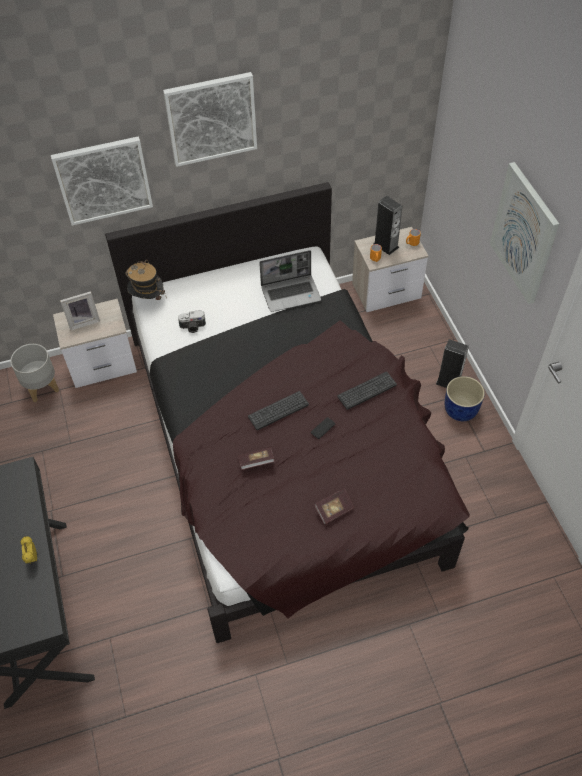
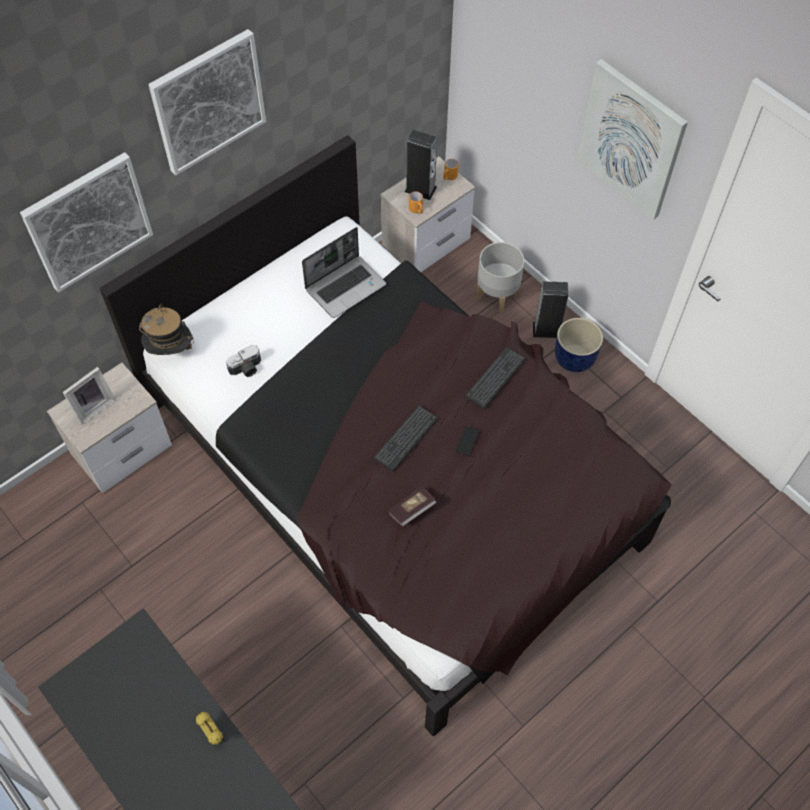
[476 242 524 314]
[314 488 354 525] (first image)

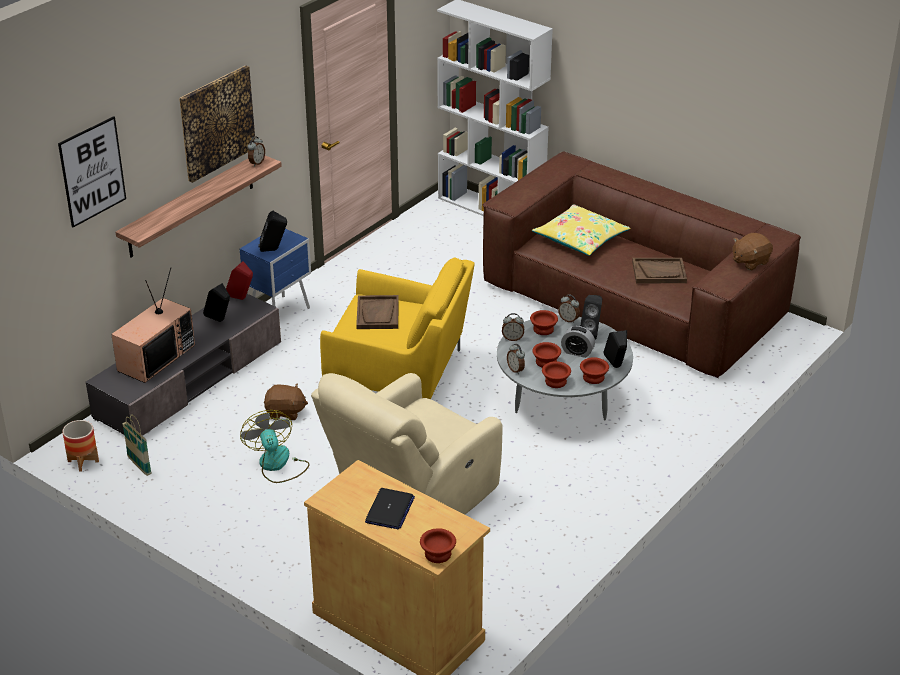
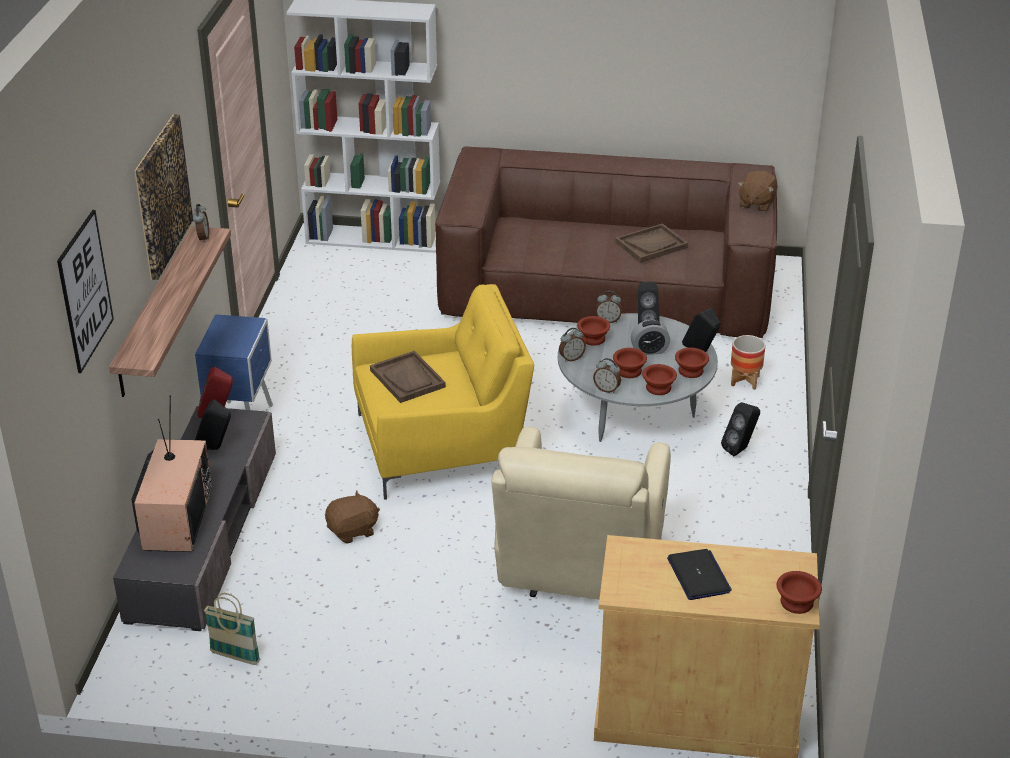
[731 335 765 390]
[240 410 310 483] (first image)
[721 402 760 456]
[532 205 631 256] (first image)

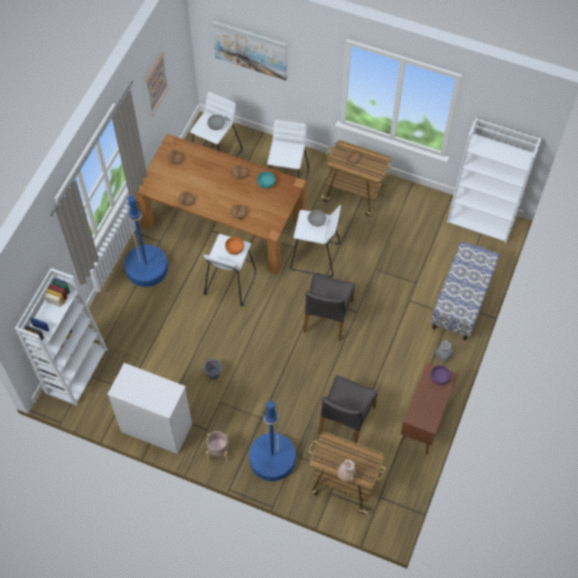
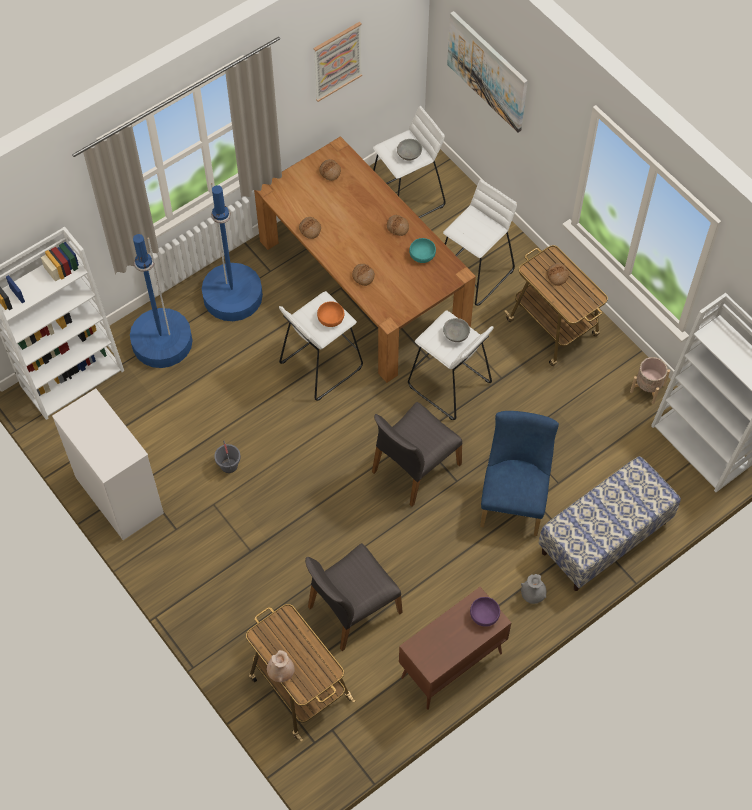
[630 357 670 404]
[130 234 193 368]
[480 411 559 536]

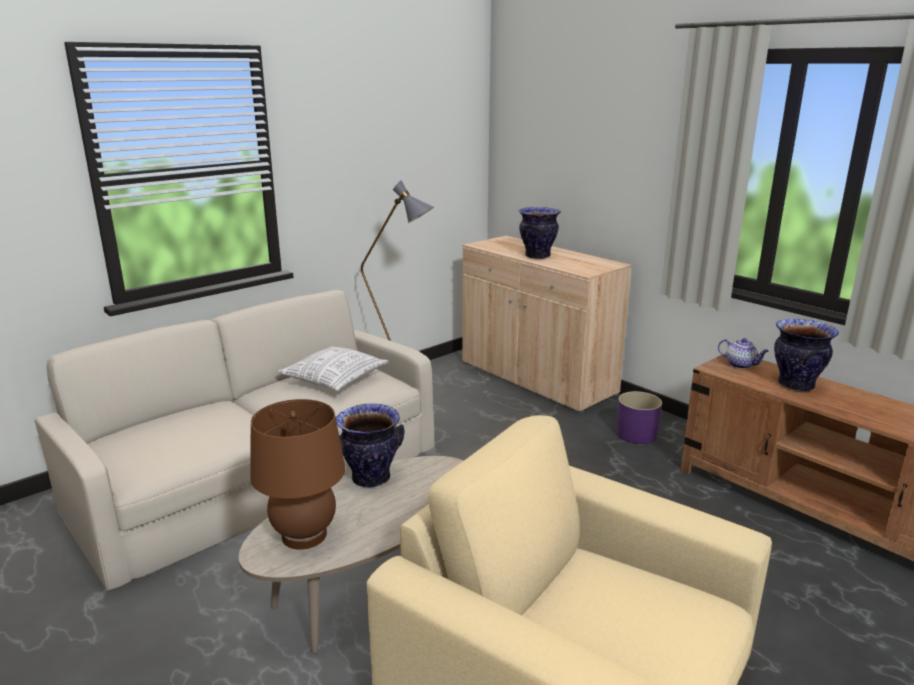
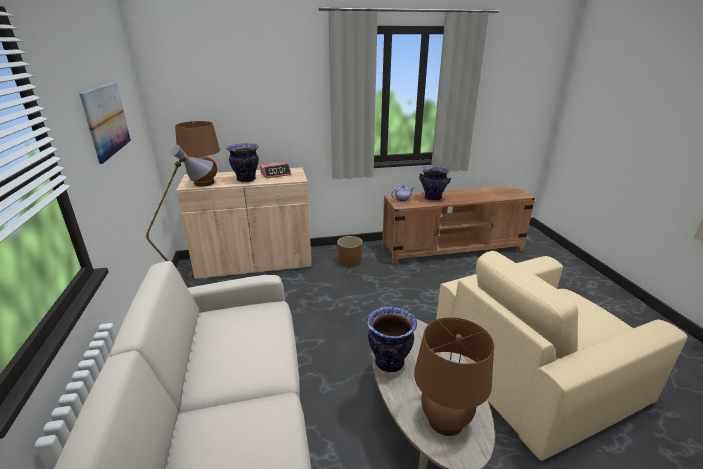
[278 346 389 391] (first image)
[337 236 362 267]
[79 82 131 164]
[175 121 220 187]
[260 162 291 179]

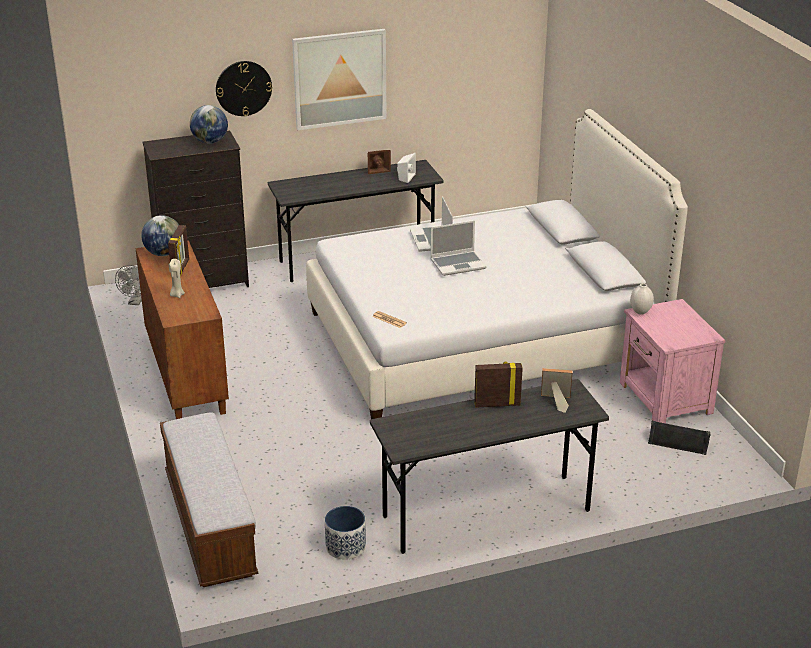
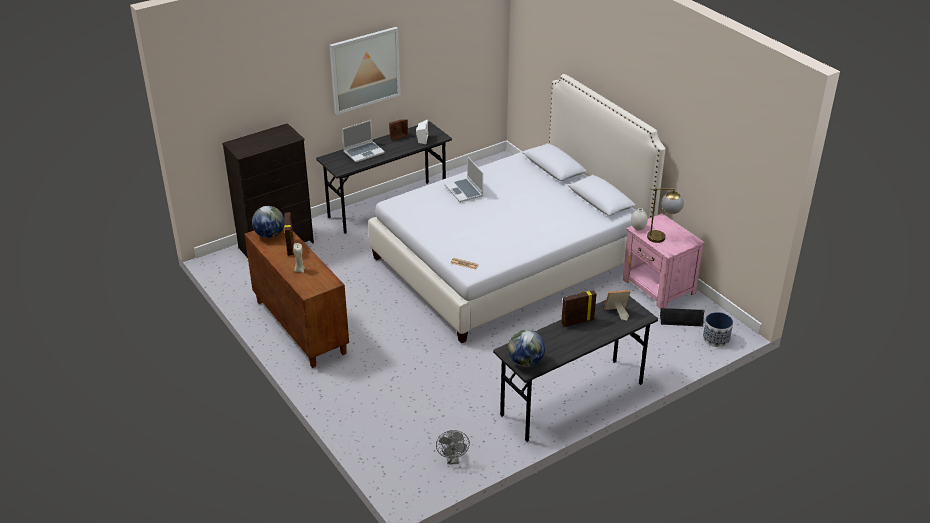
[436 430 470 464]
[160 412 258 587] (first image)
[508 330 545 367]
[216 61 272 116] (first image)
[703 312 733 347]
[342 120 385 162]
[647 188 684 243]

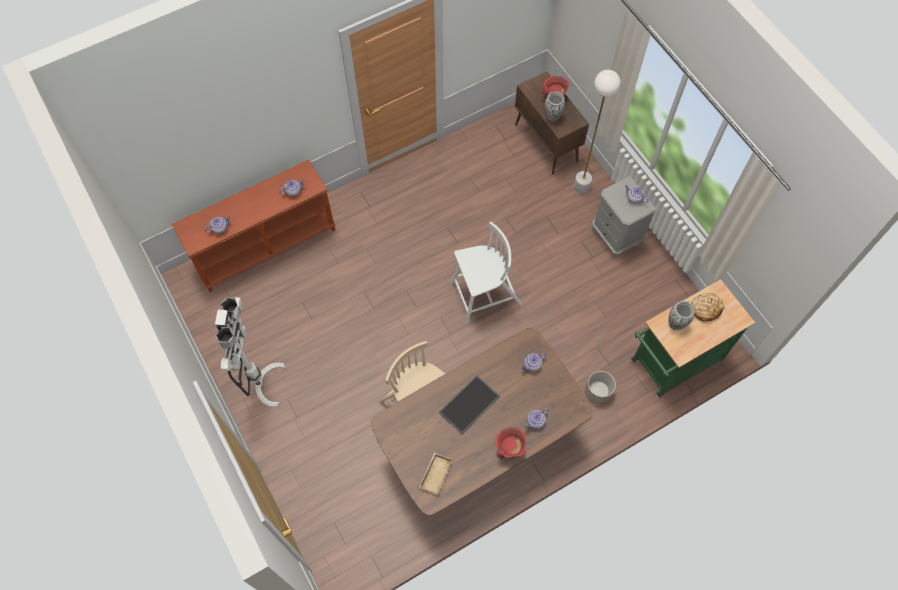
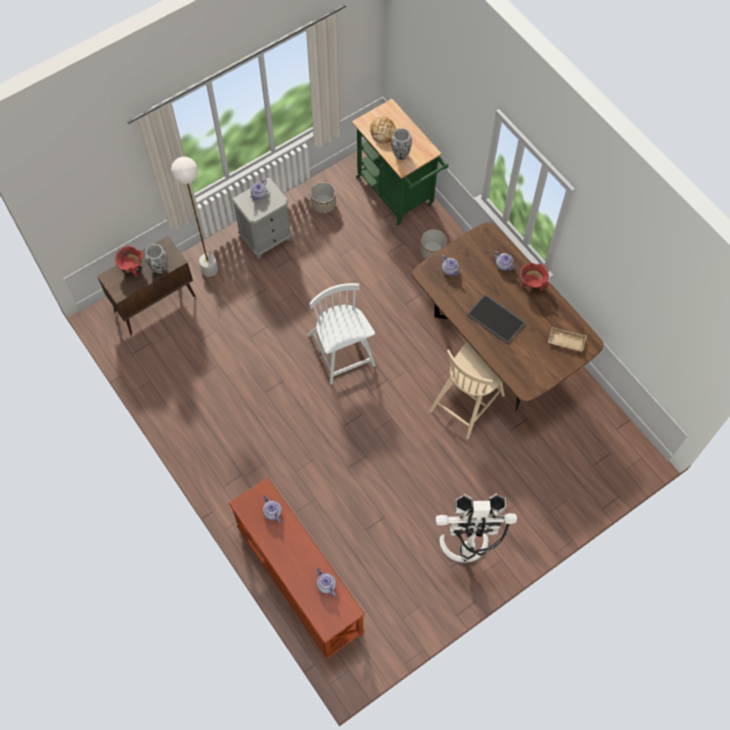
[310 182 336 214]

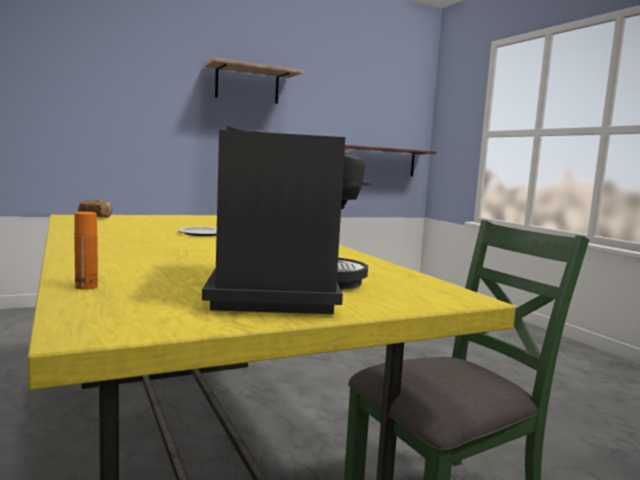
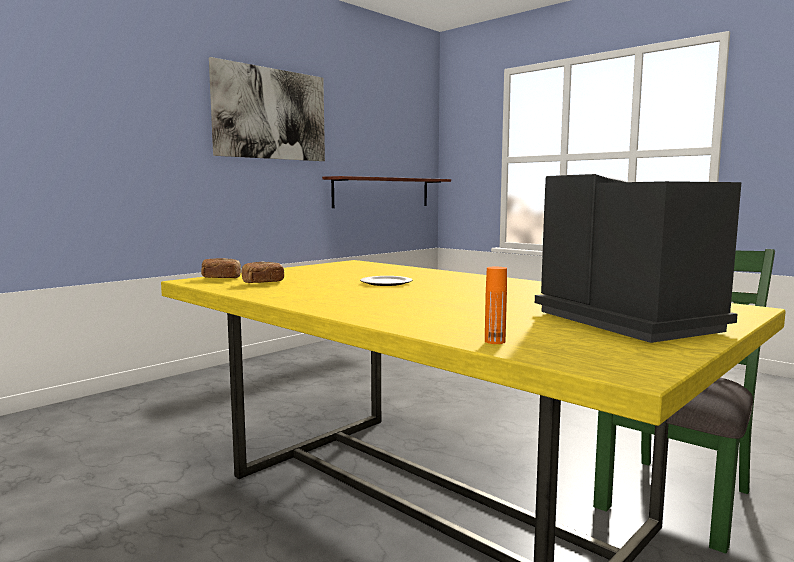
[209 57 325 161]
[241 261 284 283]

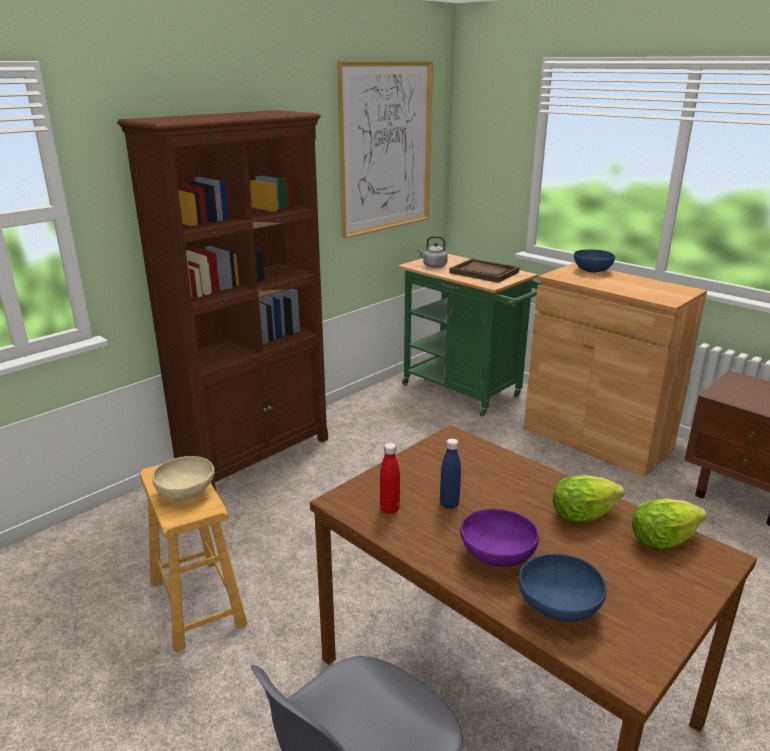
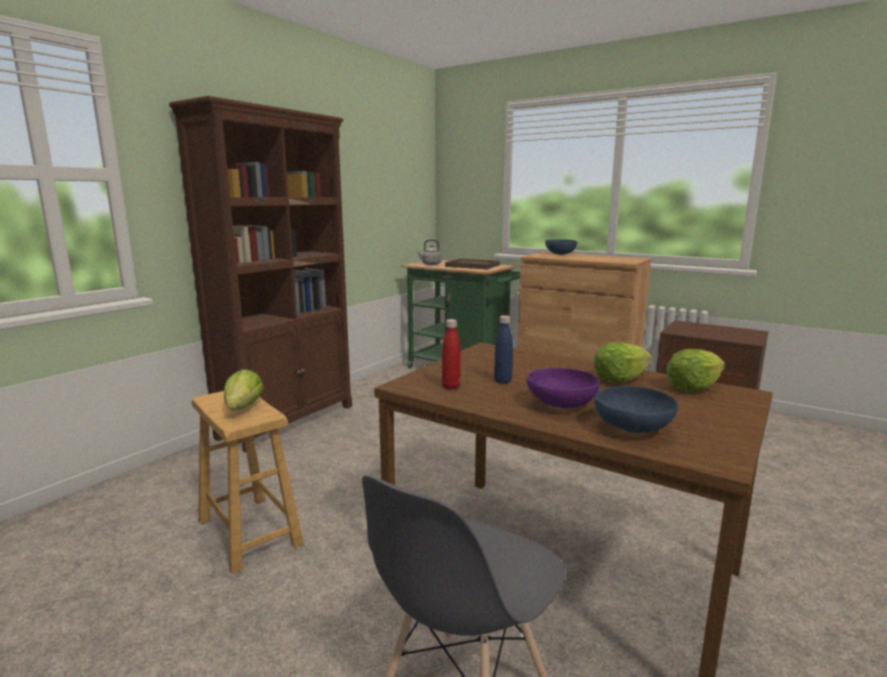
[224 369 264 410]
[337 61 433 238] (first image)

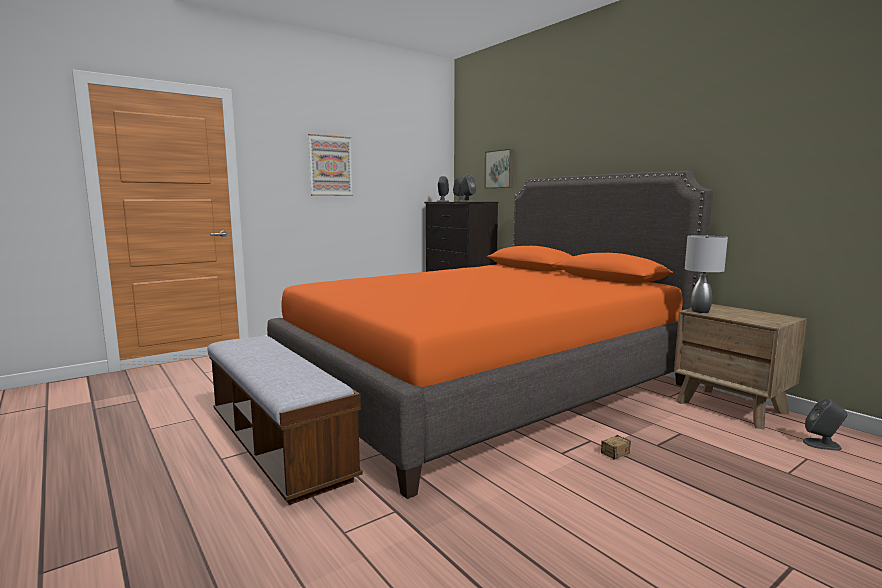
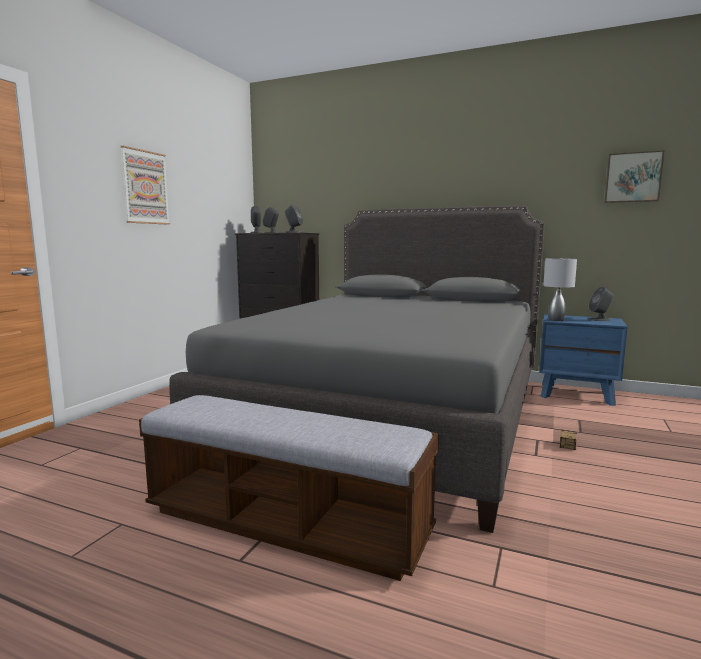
[169 206 545 533]
[604 150 664 203]
[539 314 628 406]
[588 287 613 321]

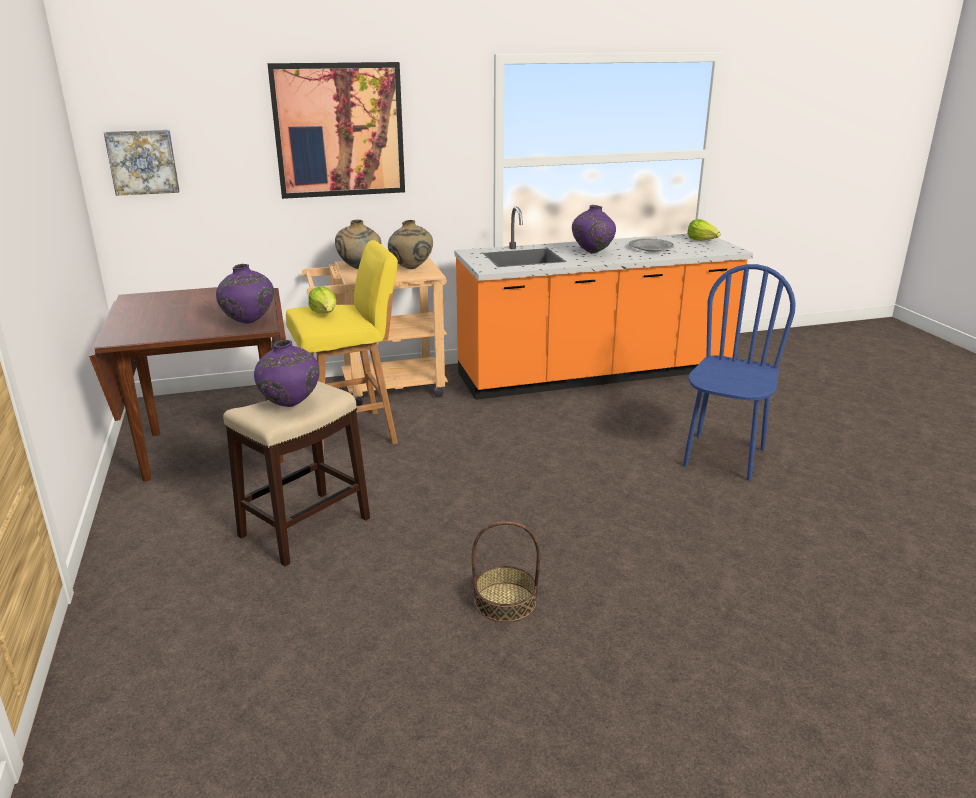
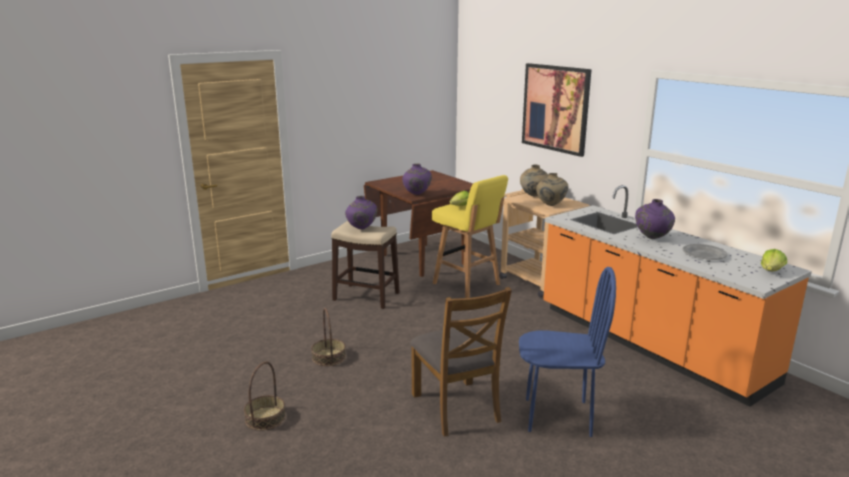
[104 130 179 196] (first image)
[244 361 286 431]
[410 287 512 437]

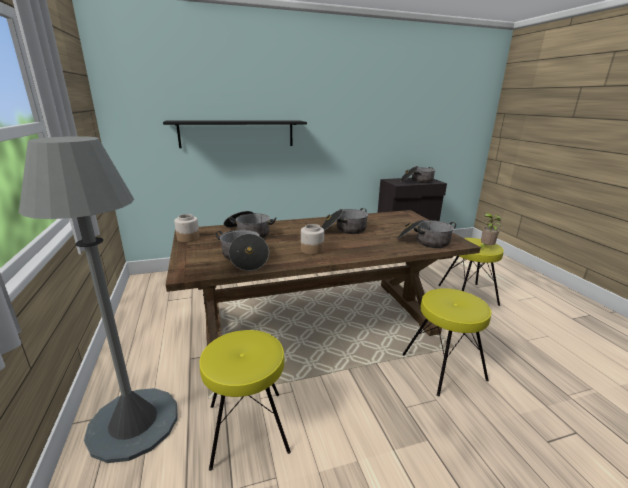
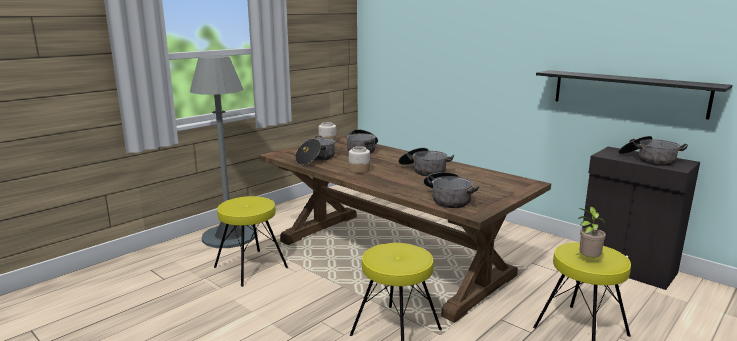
[536 70 733 120]

